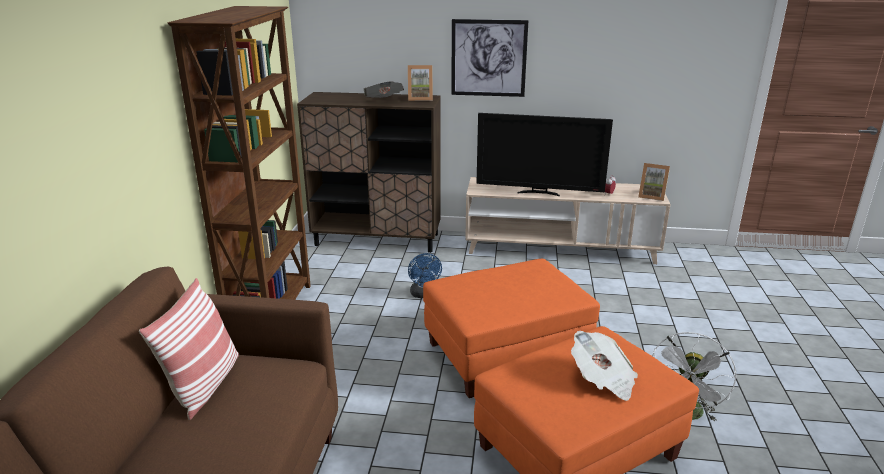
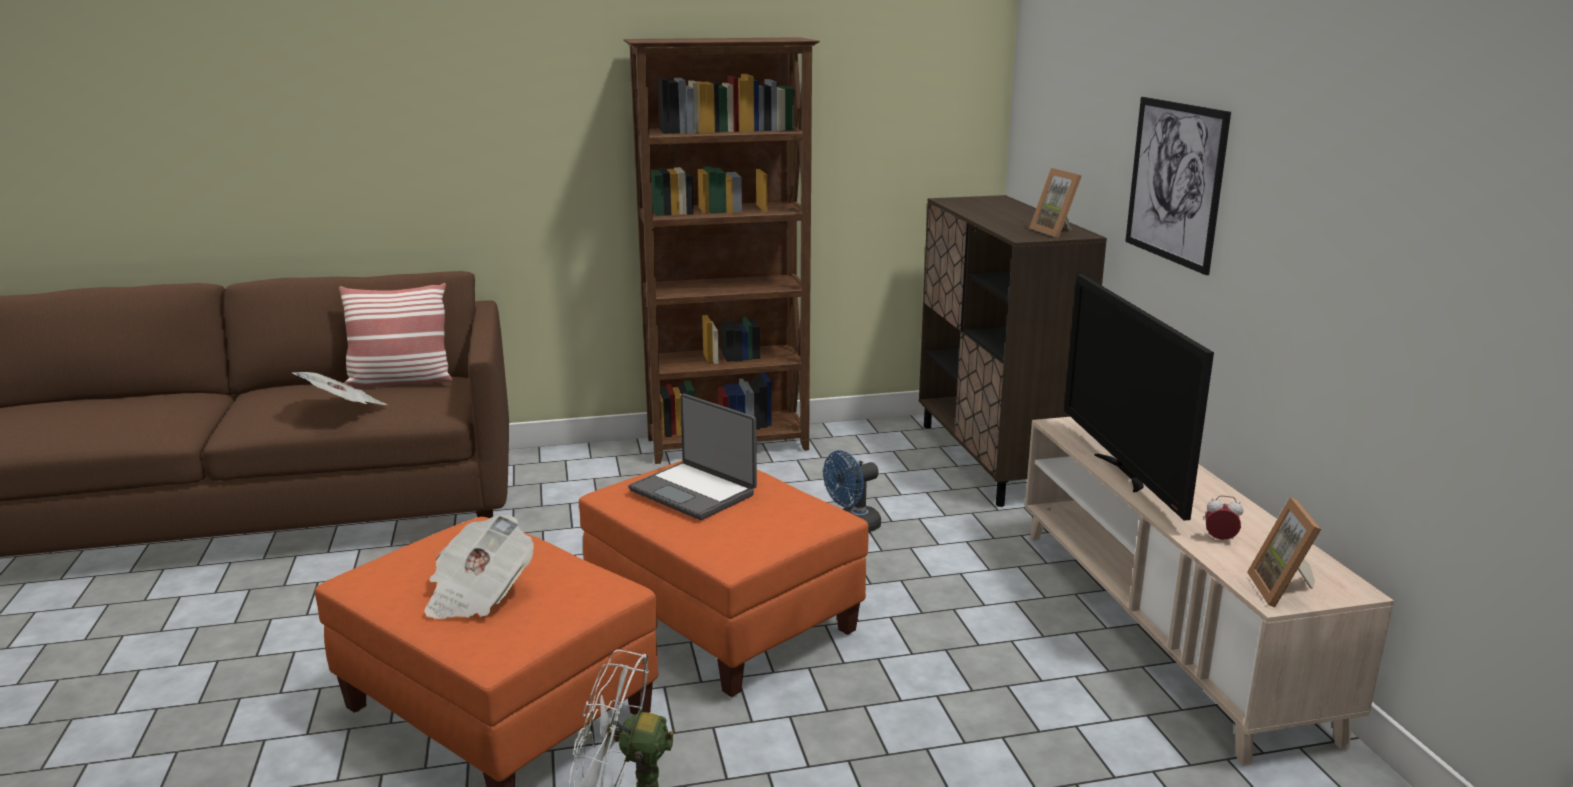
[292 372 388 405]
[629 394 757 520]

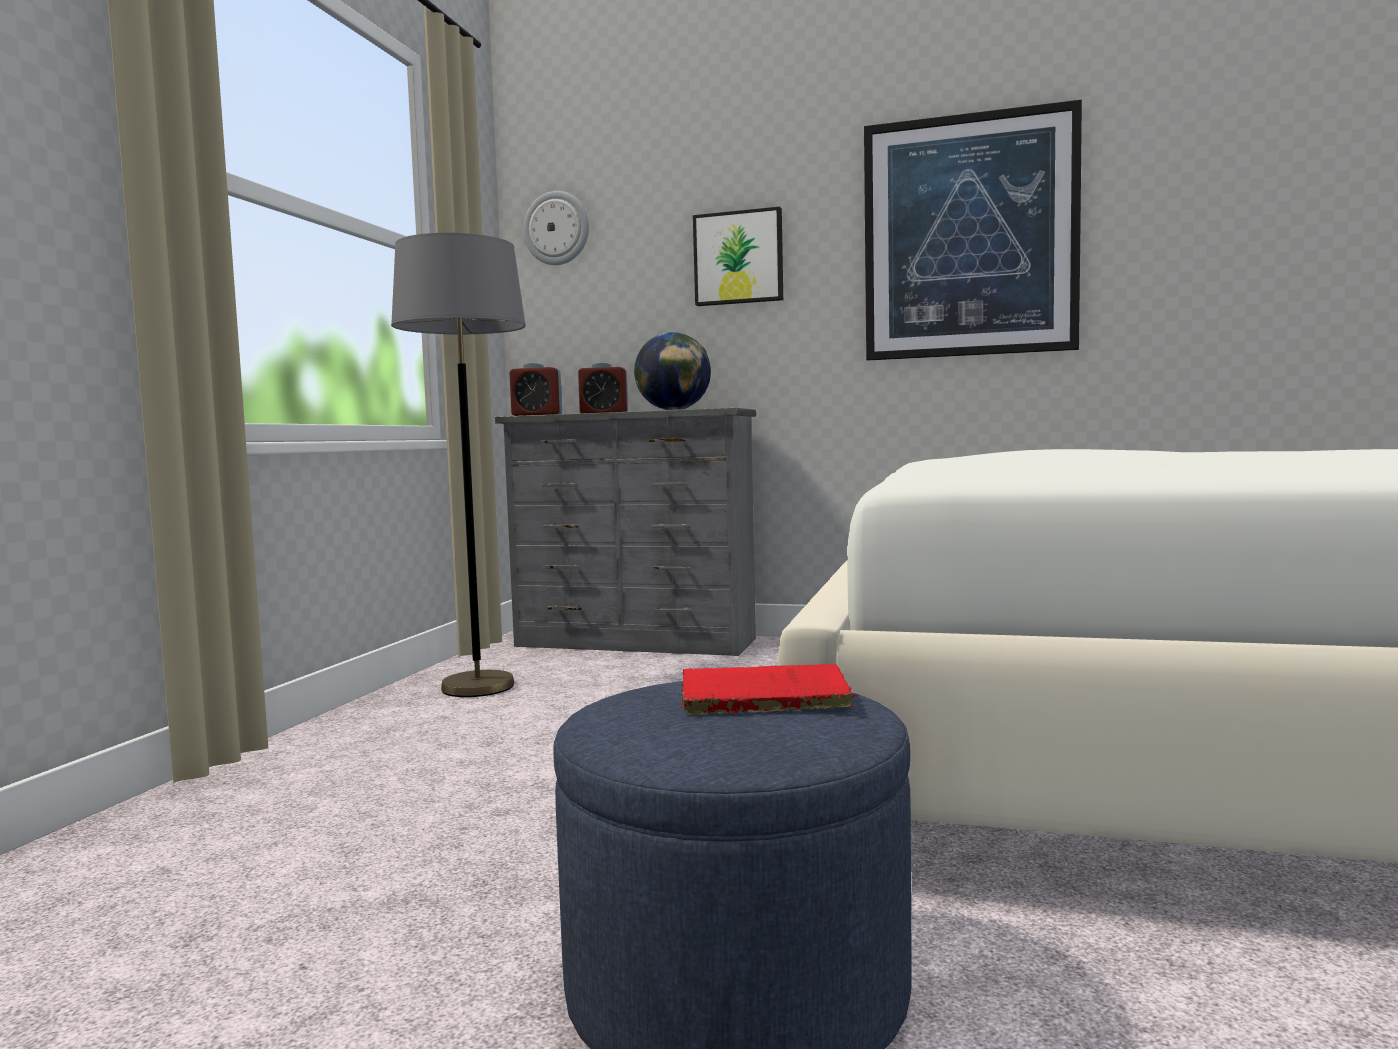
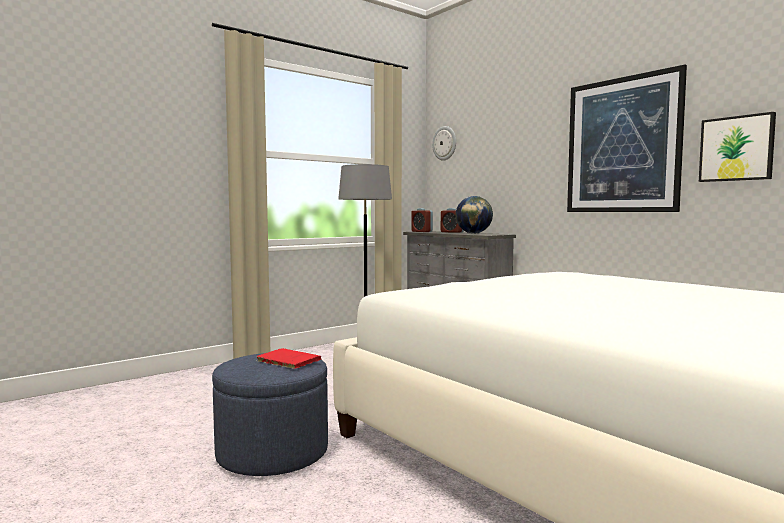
[699 112 776 182]

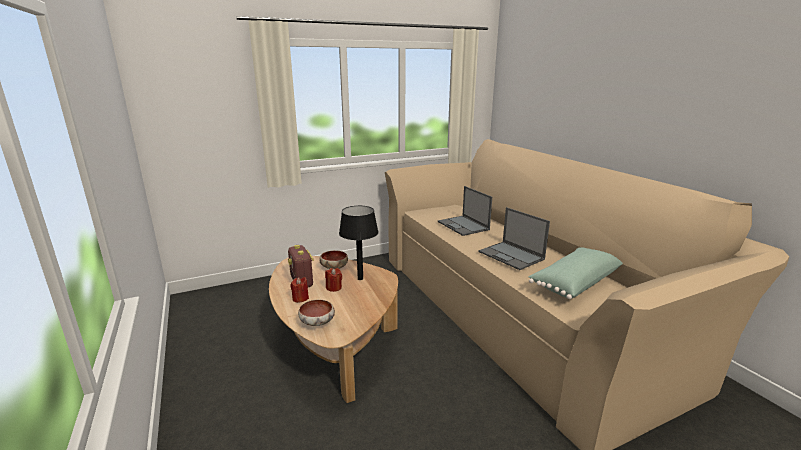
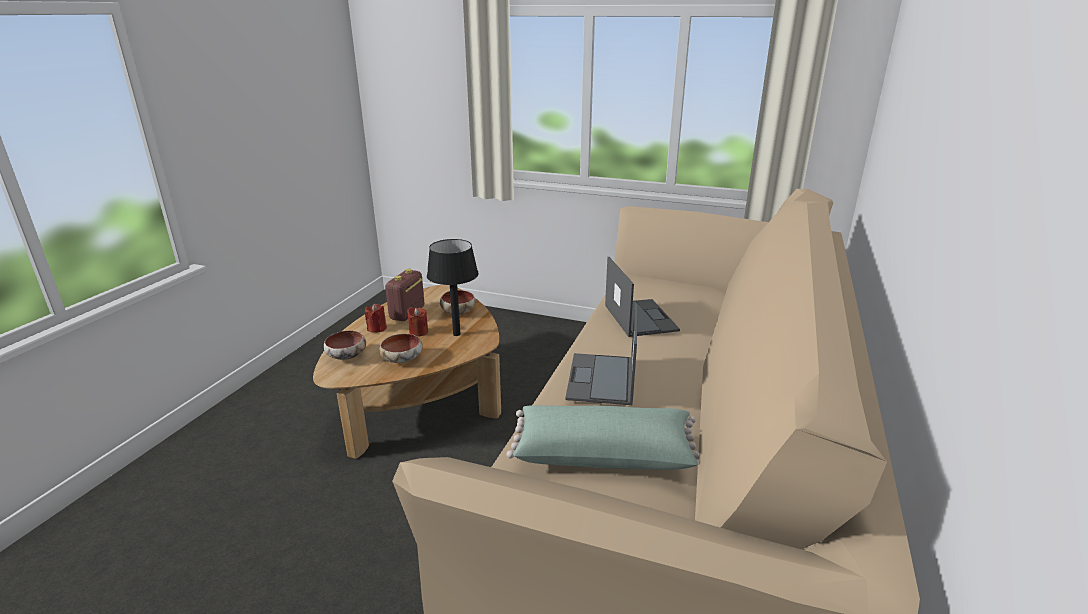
[605 257 680 337]
[379 334 423 363]

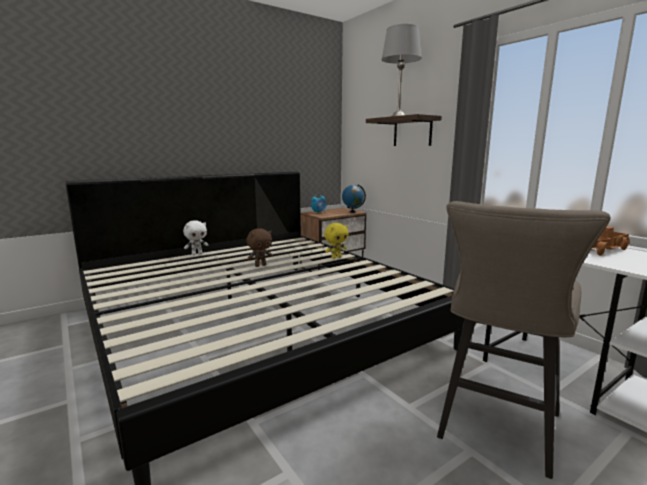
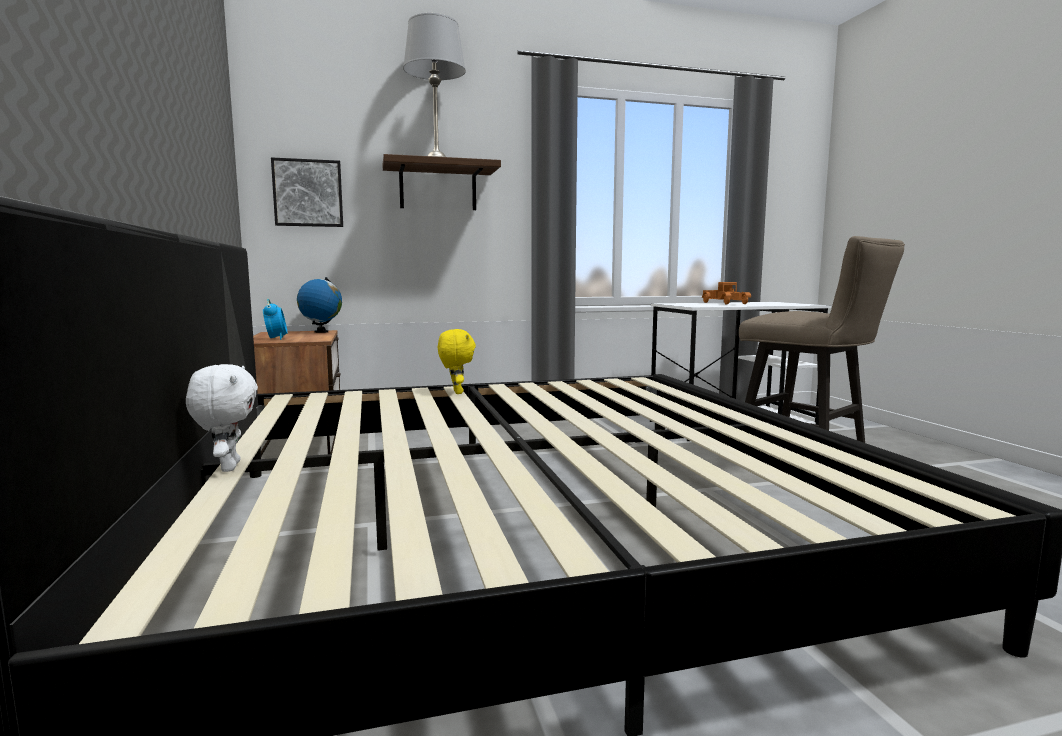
[247 228 273 267] (first image)
[271 157 343 227]

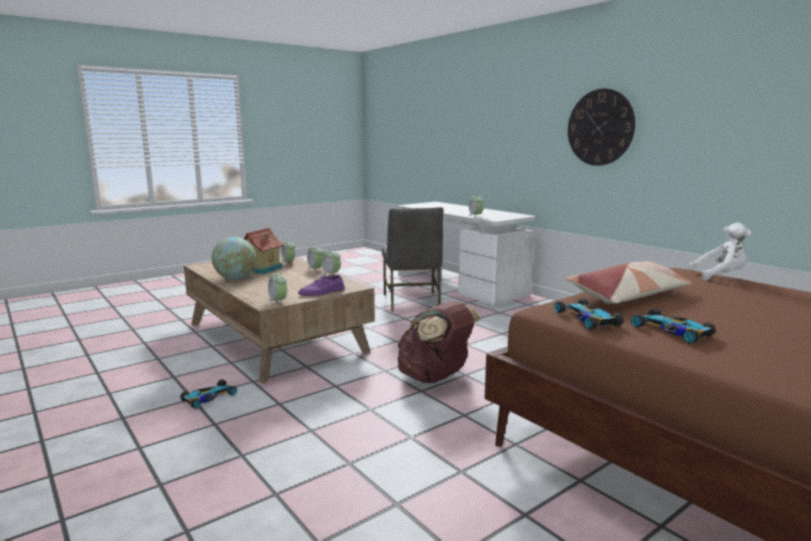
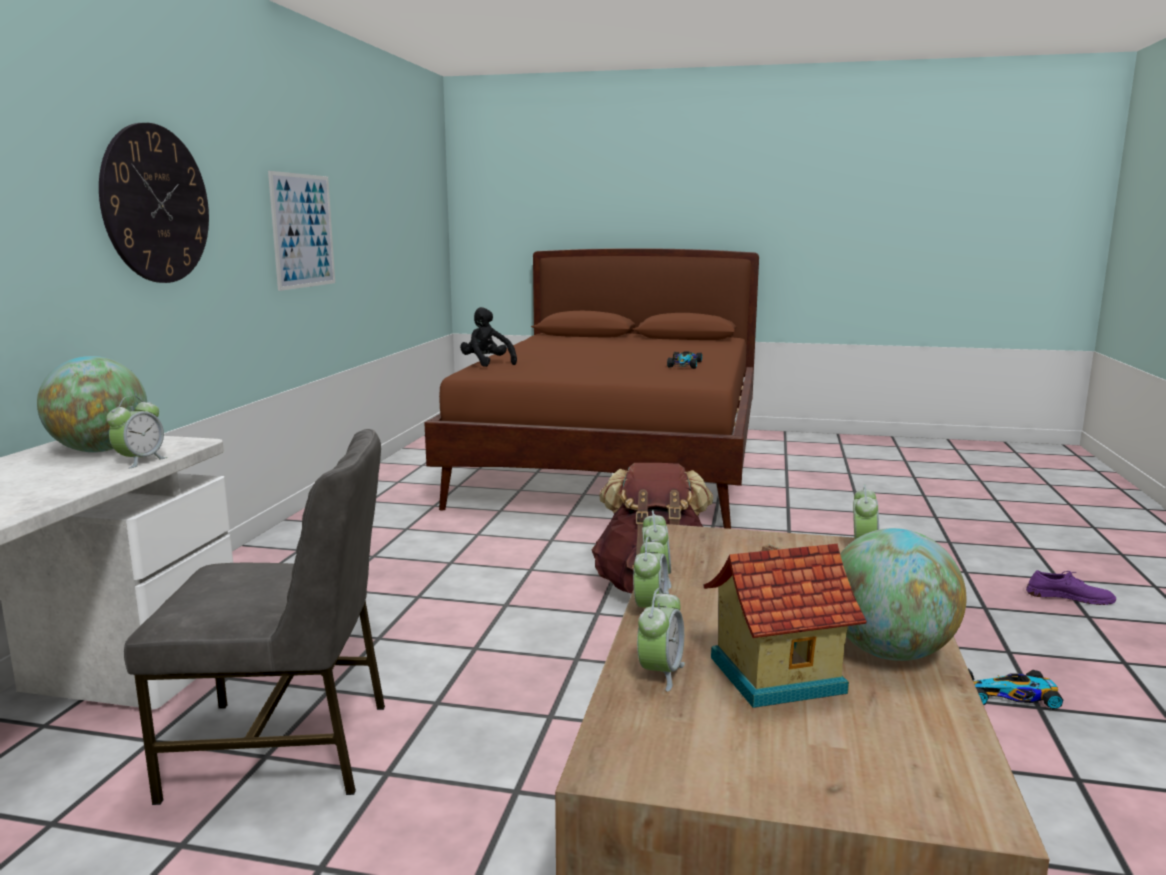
[1026 570 1116 605]
[124 429 385 805]
[554 298 624 330] (first image)
[565 261 692 304] (first image)
[460 307 517 367]
[37 356 147 452]
[268 171 335 291]

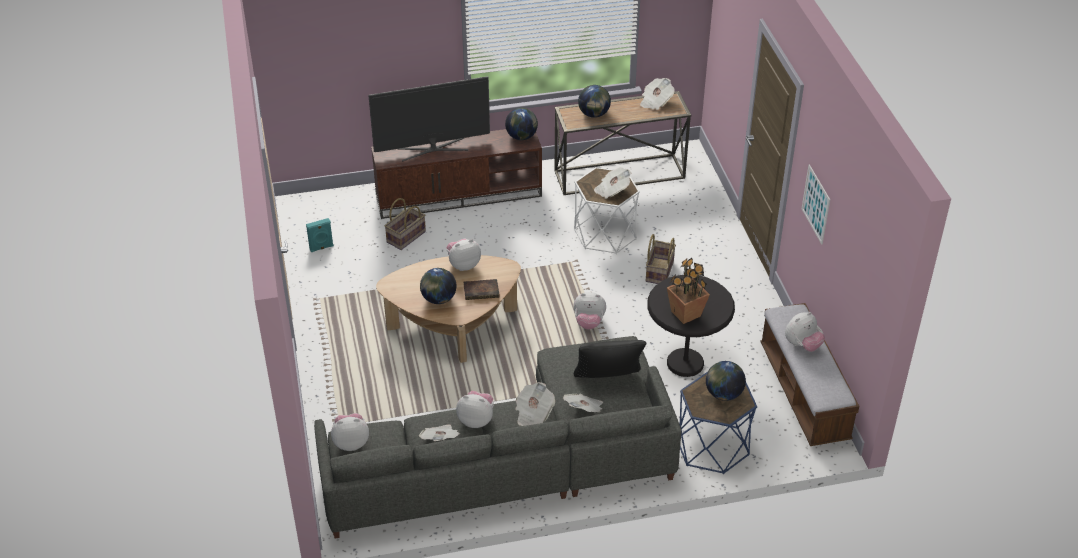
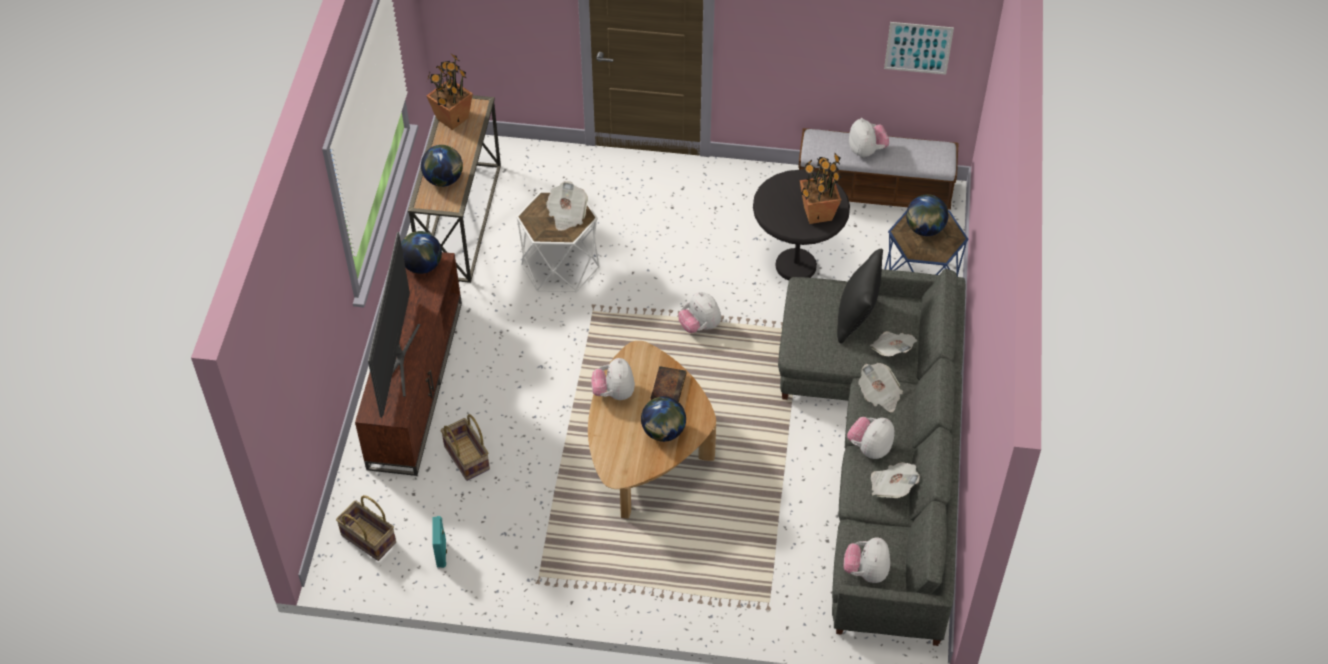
[678 292 721 333]
[426 54 473 130]
[336 495 396 561]
[884 22 954 75]

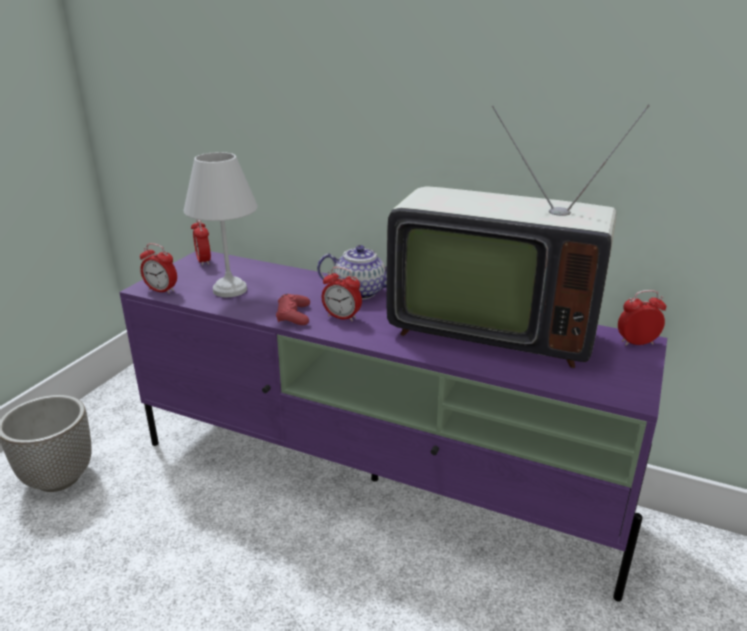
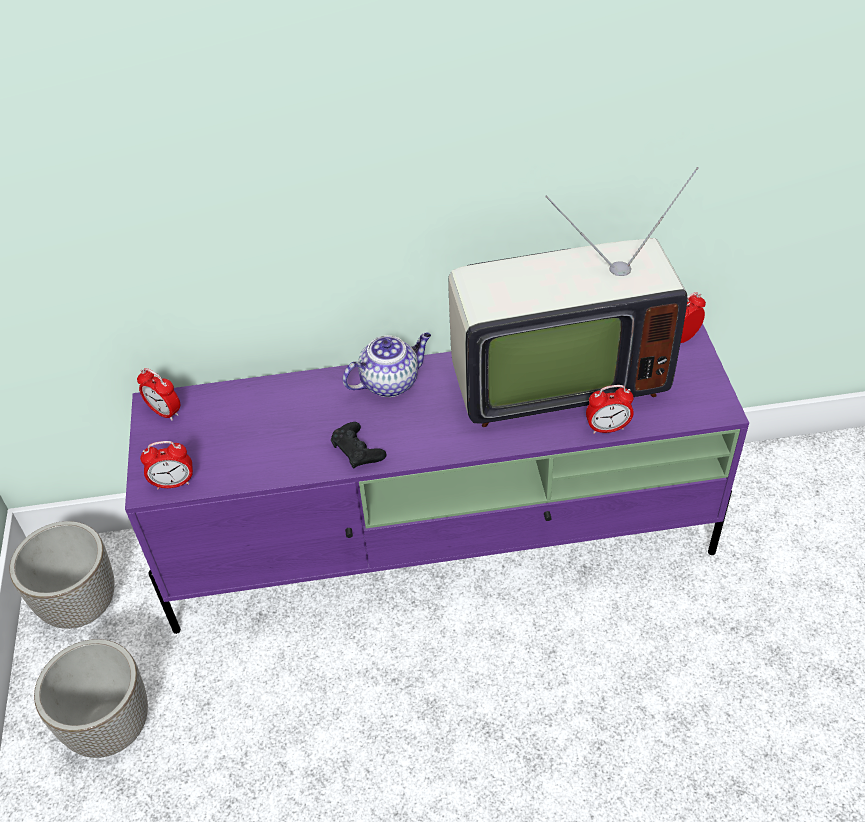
[183 152 258 297] (first image)
[331 422 386 469]
[586 385 634 434]
[9 521 115 629]

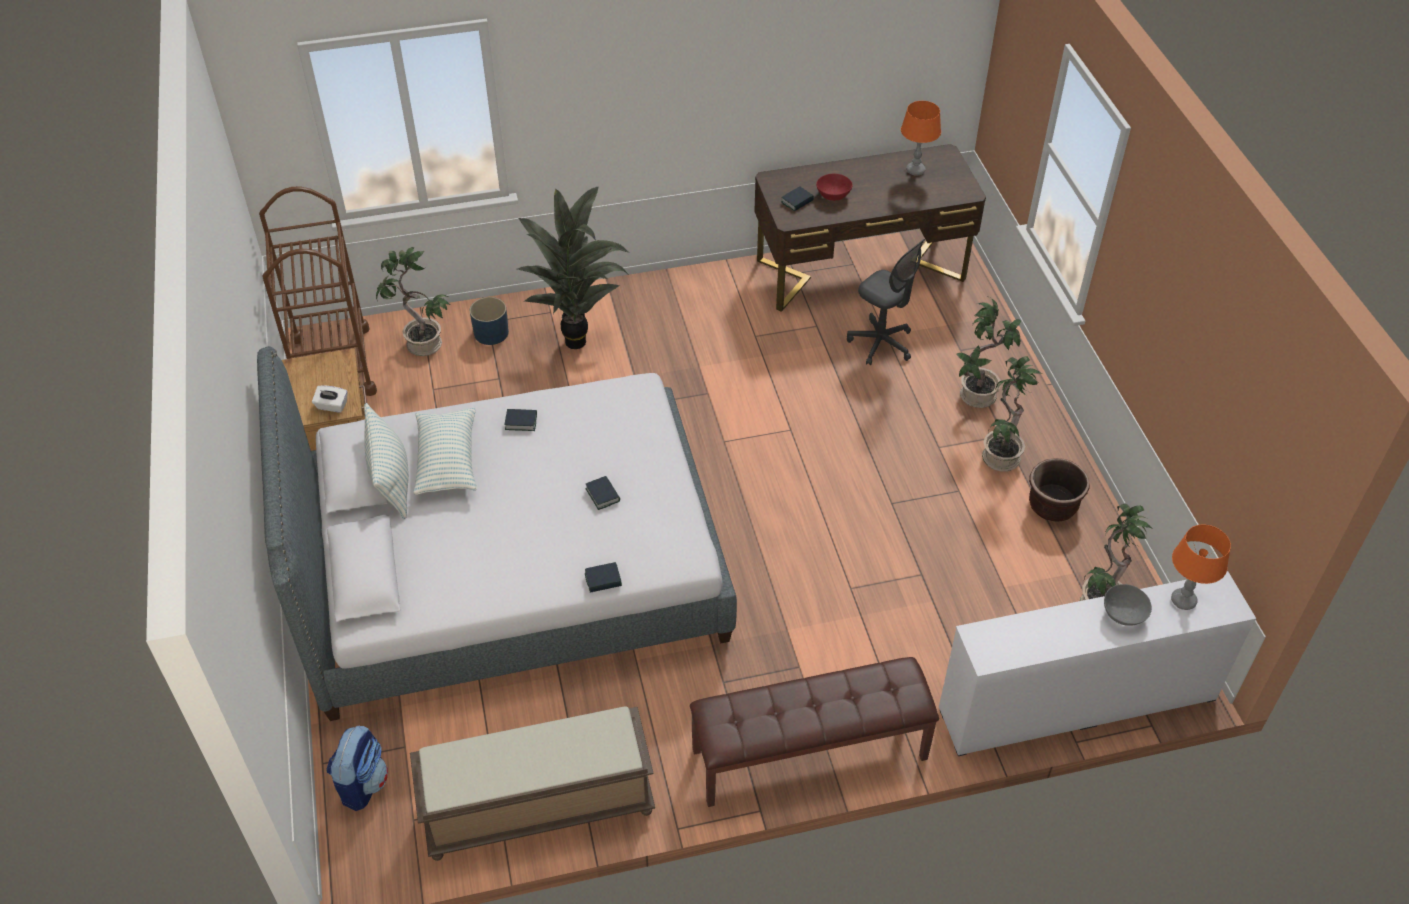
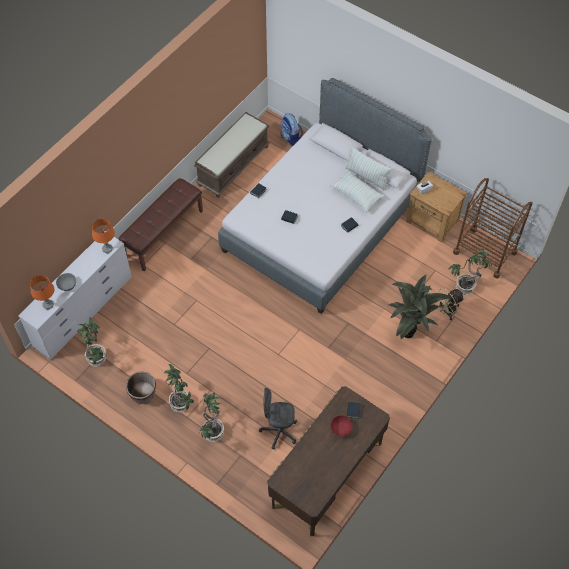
[436 288 464 320]
[92 219 115 253]

